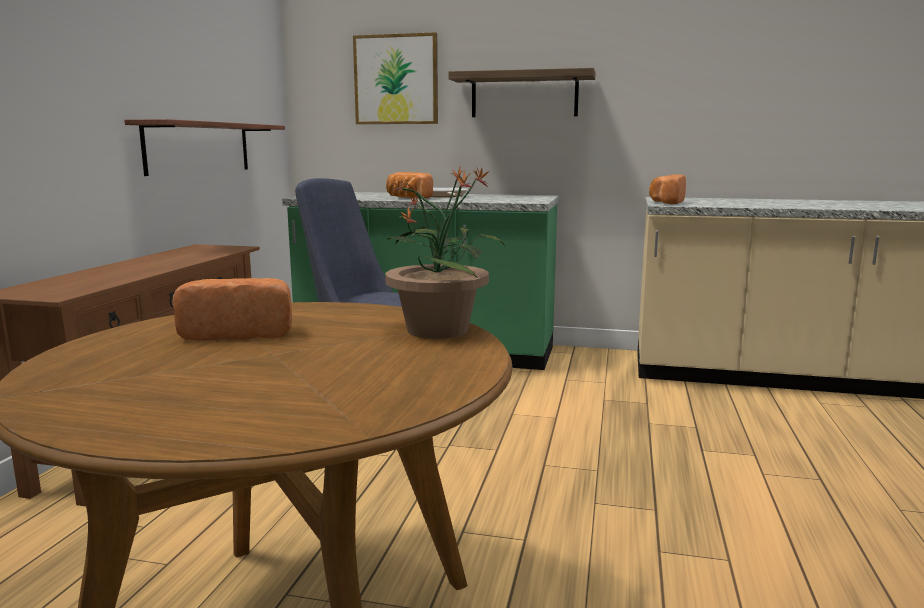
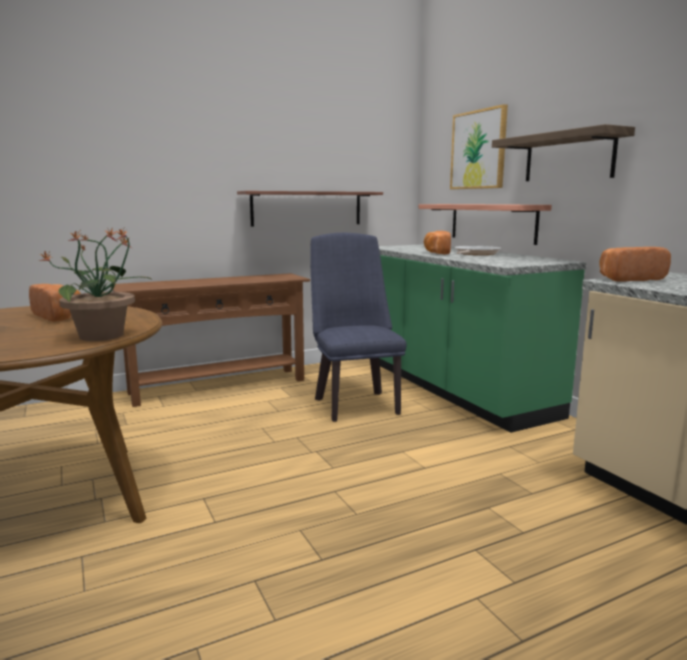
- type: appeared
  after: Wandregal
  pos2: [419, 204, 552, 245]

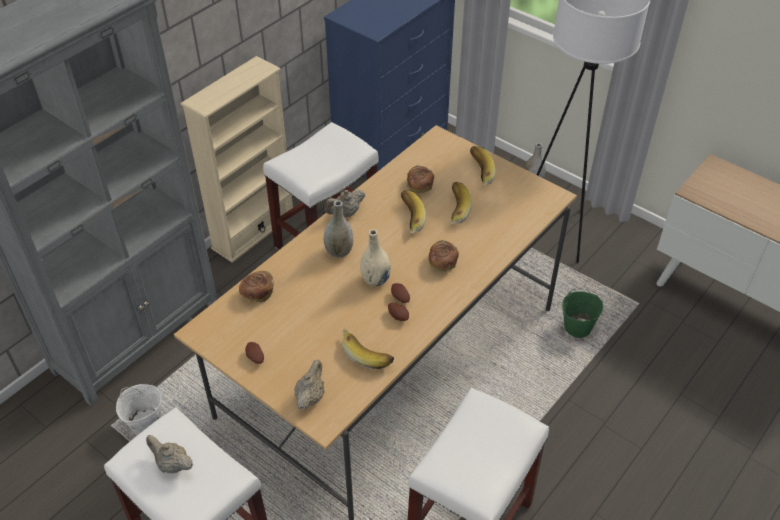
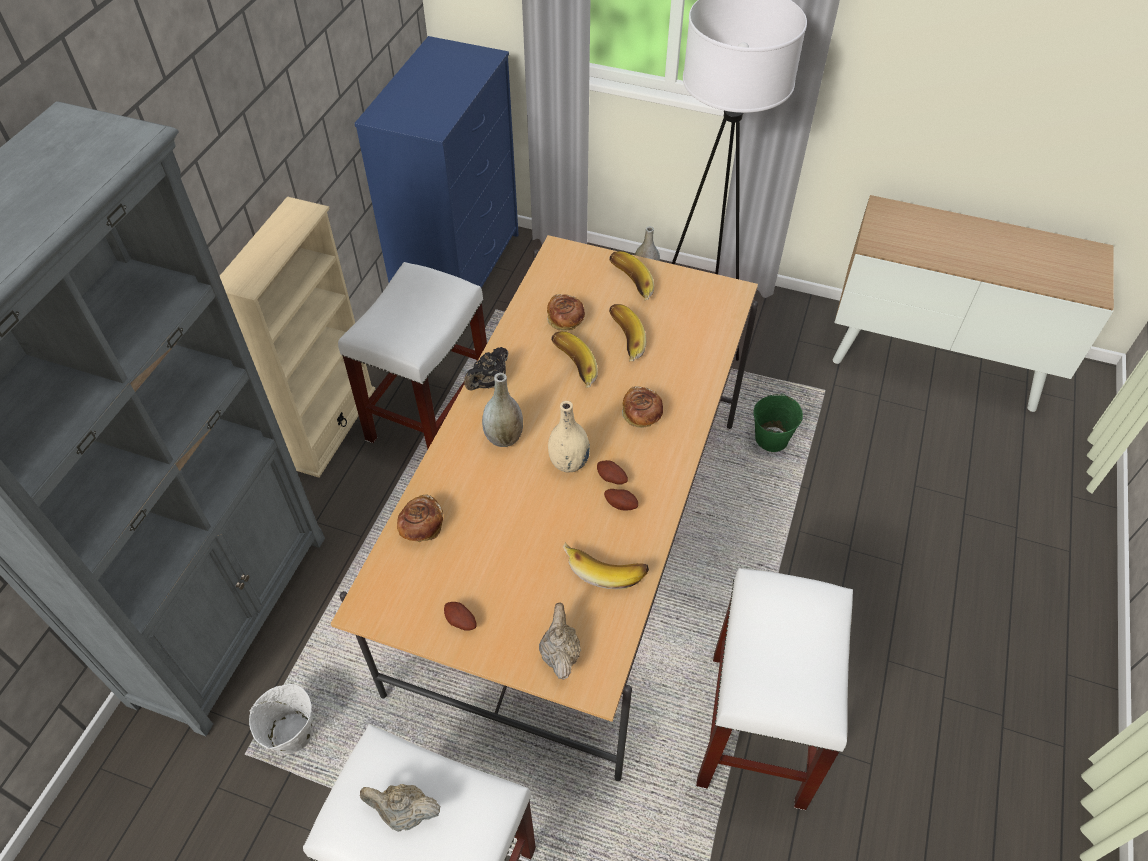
- type: colour
  before: Teekanne [beige]
  after: Teekanne [schwarz]
  pos1: [325, 190, 365, 217]
  pos2: [464, 347, 509, 391]

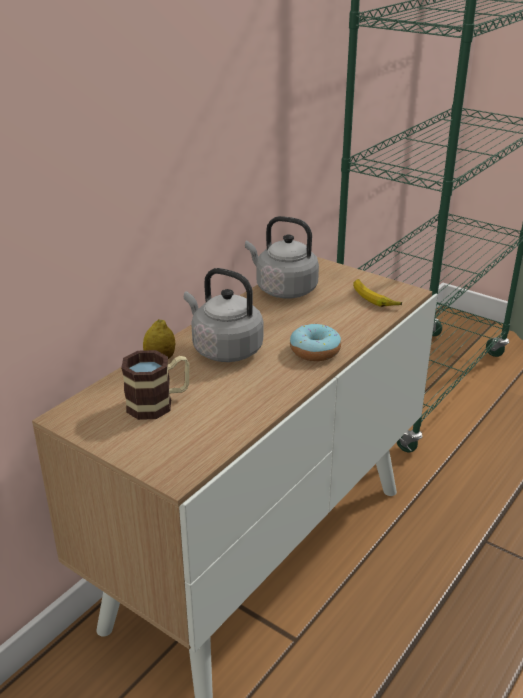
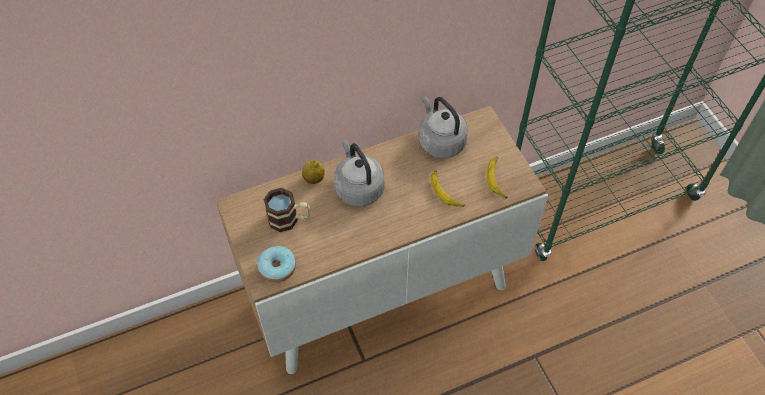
- type: relocated
  before: Donut
  pos1: [290, 324, 341, 361]
  pos2: [257, 246, 296, 282]
- type: appeared
  after: Banane
  pos2: [431, 170, 465, 207]

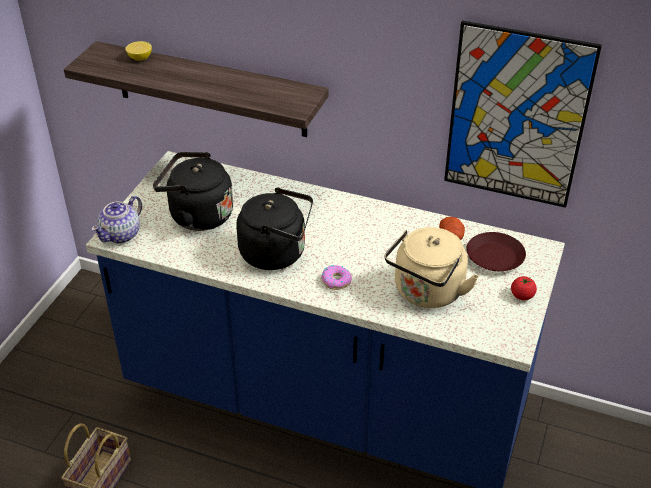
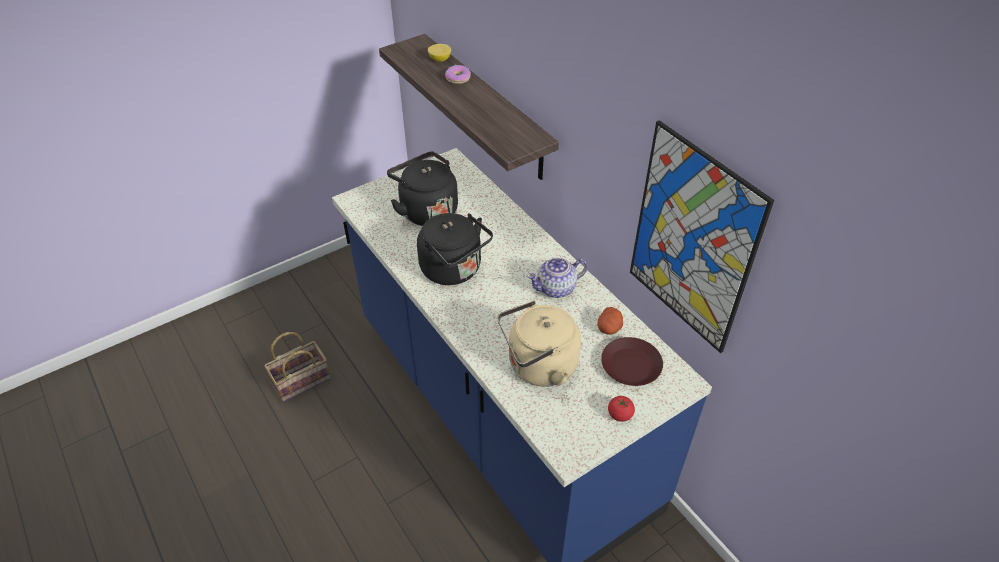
- type: relocated
  before: Teekanne
  pos1: [91, 196, 142, 243]
  pos2: [527, 257, 587, 298]
- type: relocated
  before: Donut
  pos1: [321, 265, 352, 290]
  pos2: [445, 65, 471, 84]

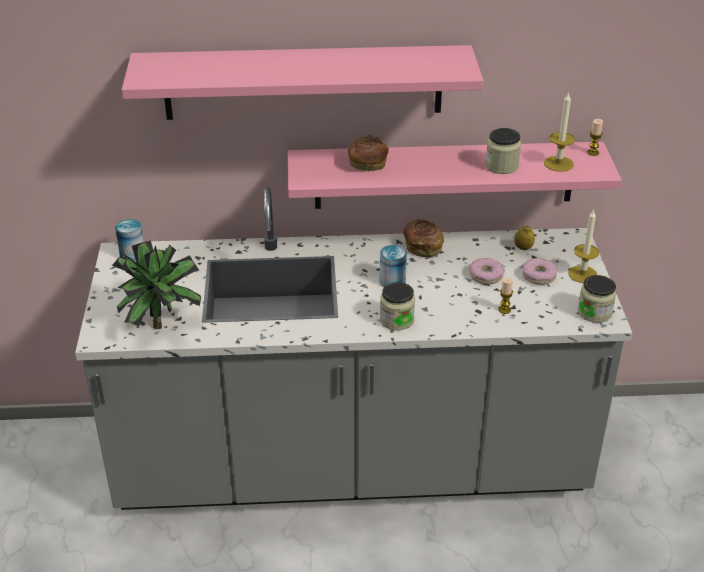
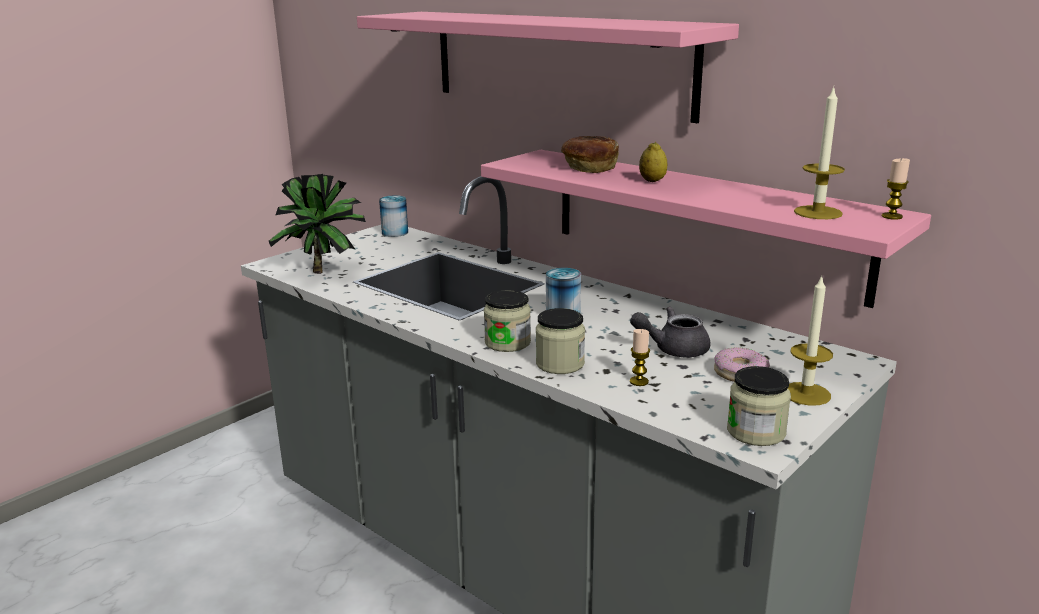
- type: missing
  before: Brot
  pos1: [403, 219, 444, 257]
- type: exchanged
  before: Donut
  after: Teekanne [grau]
  pos1: [469, 258, 505, 284]
  pos2: [630, 307, 710, 357]
- type: relocated
  before: Vorratsglas
  pos1: [485, 128, 521, 174]
  pos2: [536, 308, 585, 374]
- type: relocated
  before: Zitrone
  pos1: [514, 226, 535, 250]
  pos2: [639, 142, 667, 182]

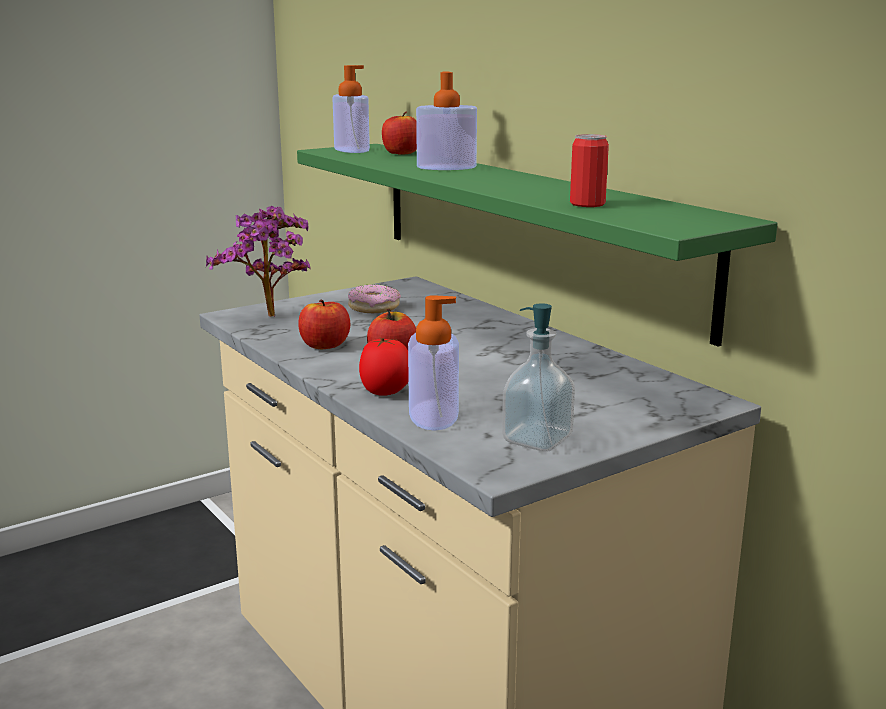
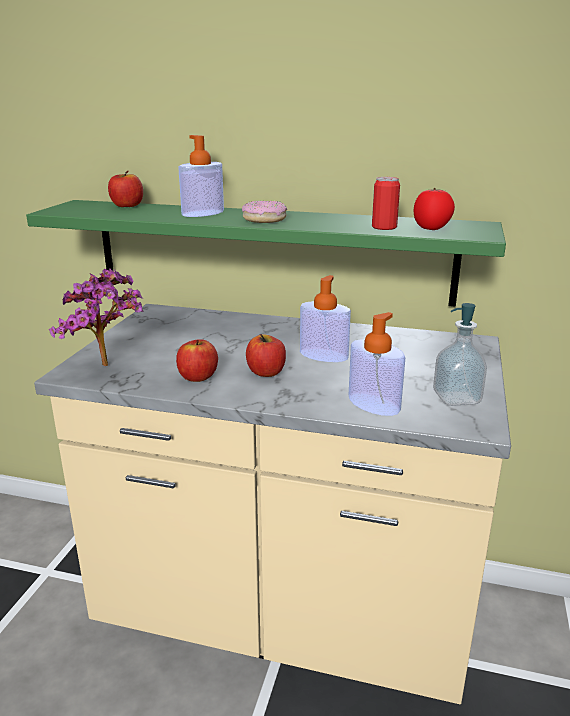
- type: relocated
  before: Seifenspender
  pos1: [332, 65, 370, 153]
  pos2: [300, 275, 351, 362]
- type: relocated
  before: Donut
  pos1: [348, 284, 401, 313]
  pos2: [242, 201, 287, 223]
- type: relocated
  before: Tomate
  pos1: [359, 337, 409, 396]
  pos2: [414, 188, 455, 230]

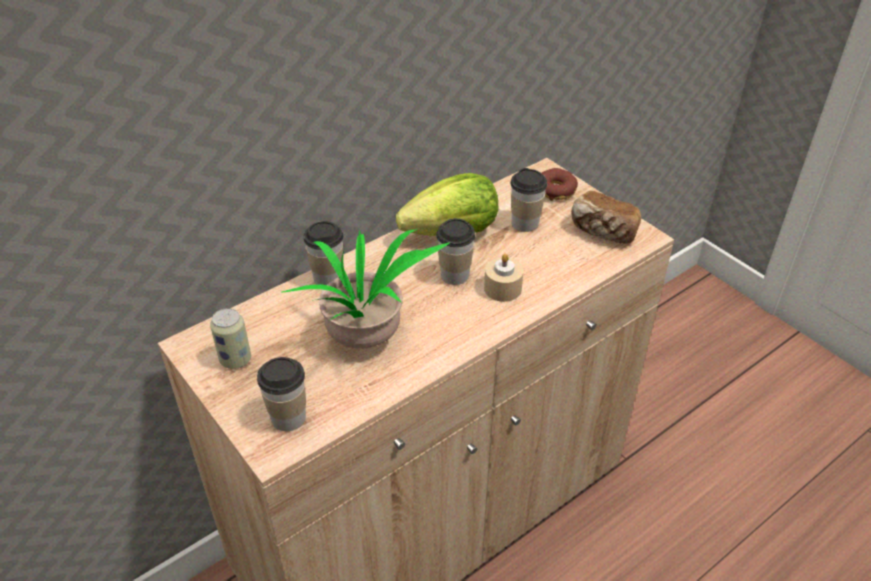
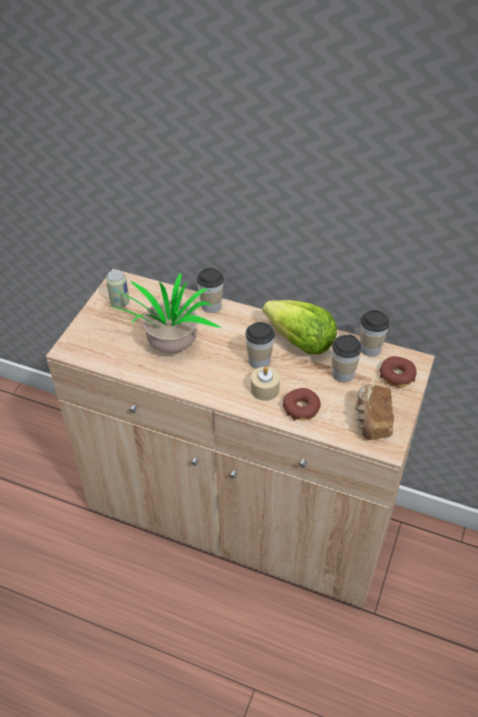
- type: relocated
  before: Tasse
  pos1: [257, 357, 306, 431]
  pos2: [360, 310, 390, 357]
- type: appeared
  after: Donut
  pos2: [283, 388, 321, 421]

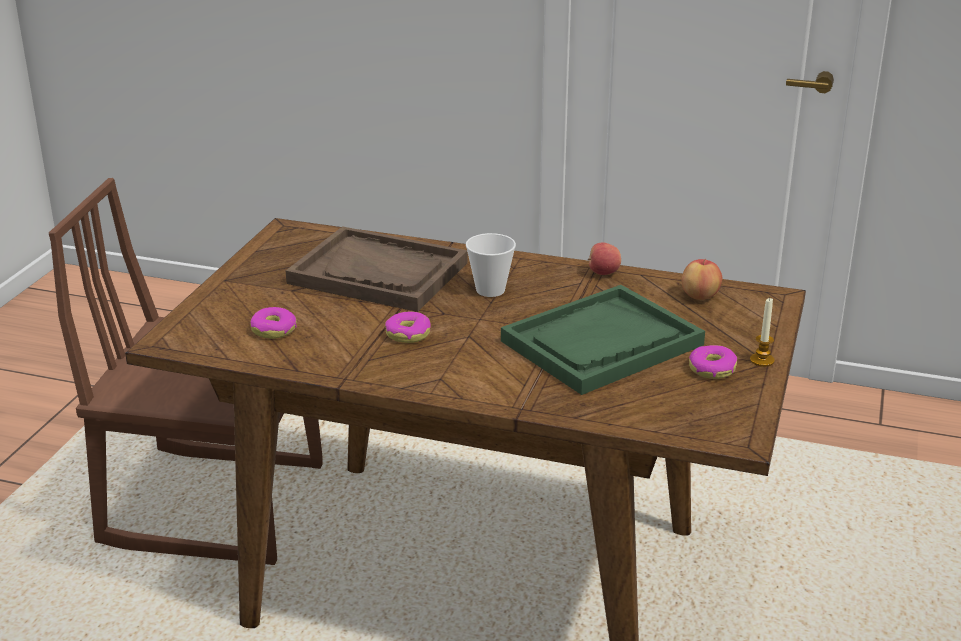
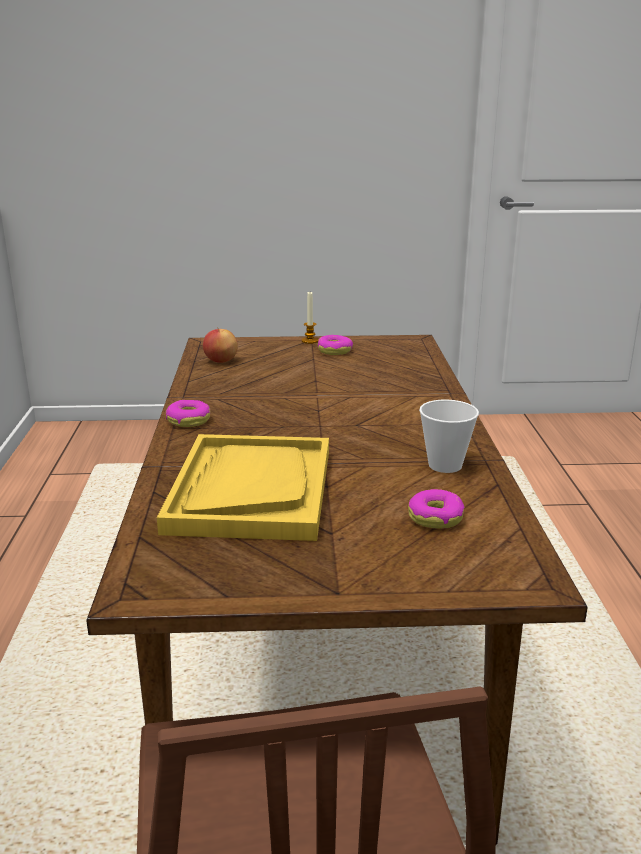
- type: colour
  before: Tablett [braun]
  after: Tablett [gelb]
  pos1: [286, 226, 467, 312]
  pos2: [157, 434, 329, 541]
- type: relocated
  before: Donut
  pos1: [385, 311, 431, 343]
  pos2: [166, 400, 211, 427]
- type: relocated
  before: Tasse
  pos1: [466, 233, 516, 297]
  pos2: [419, 400, 479, 473]
- type: missing
  before: Tablett [grün]
  pos1: [501, 285, 705, 395]
- type: missing
  before: Apfel
  pos1: [588, 243, 621, 275]

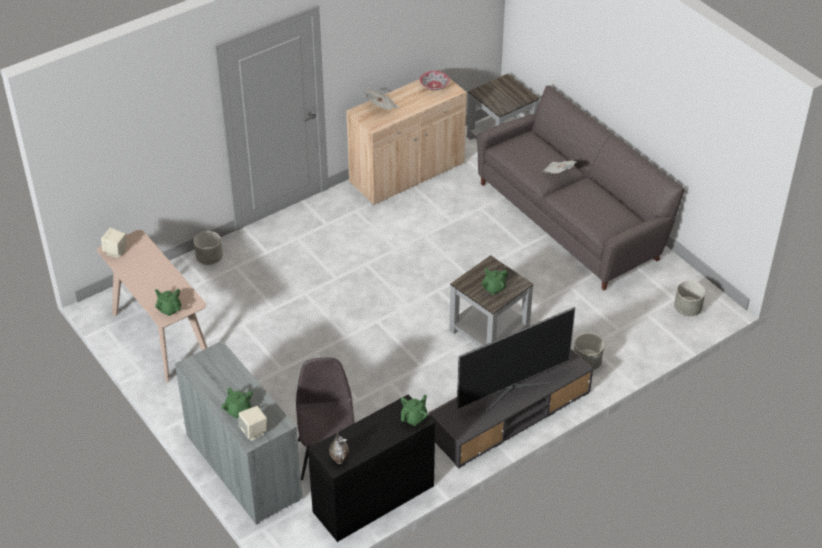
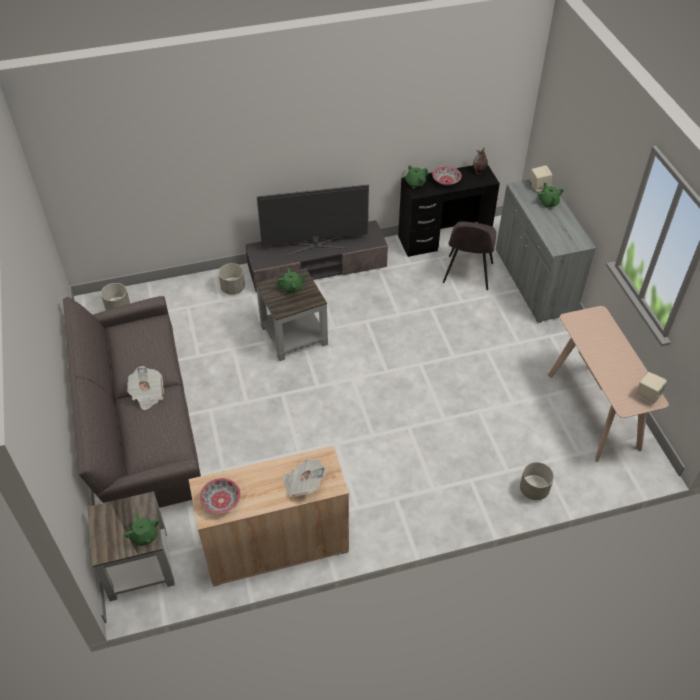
- type: relocated
  before: Teekanne [grün]
  pos1: [155, 289, 181, 316]
  pos2: [124, 513, 159, 546]
- type: appeared
  after: Schüssel
  pos2: [432, 166, 461, 185]

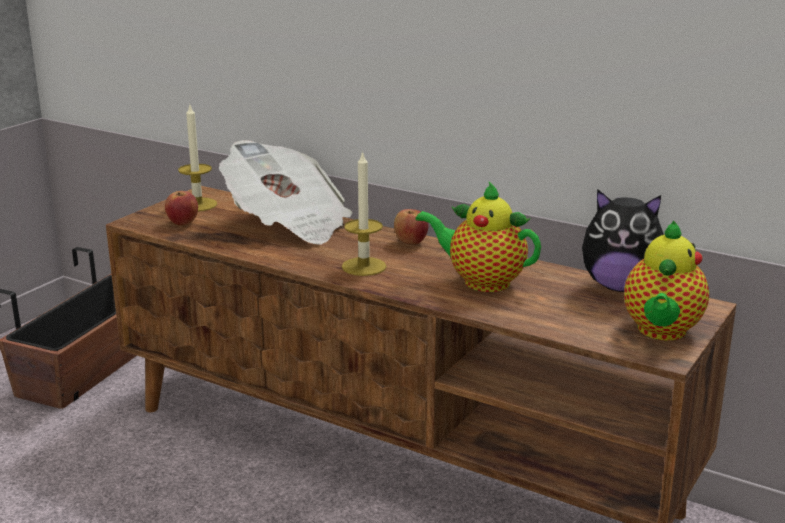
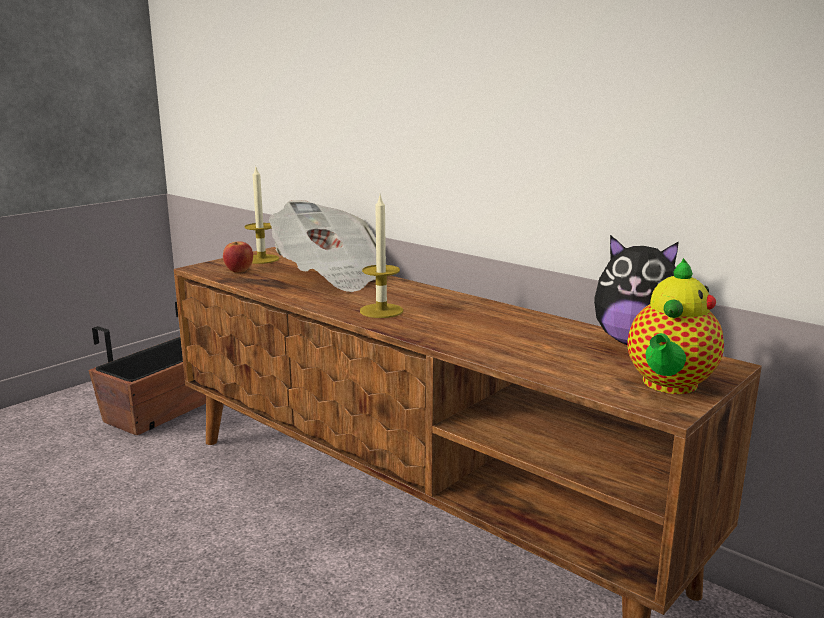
- type: missing
  before: Apfel
  pos1: [394, 209, 428, 244]
- type: missing
  before: Teekanne
  pos1: [415, 182, 541, 292]

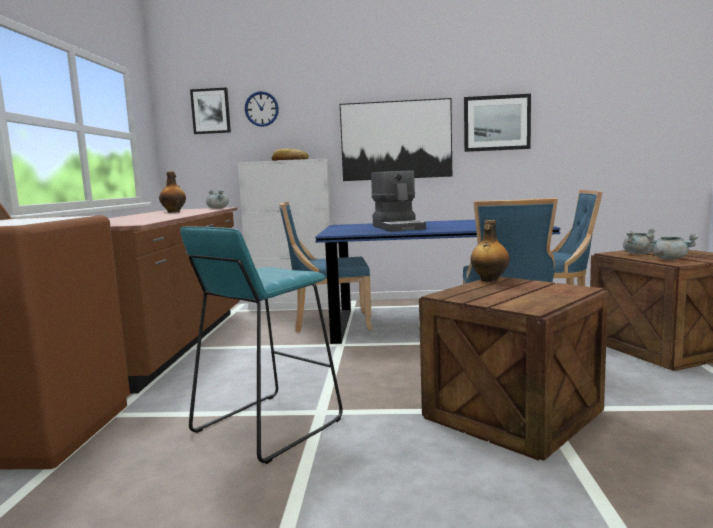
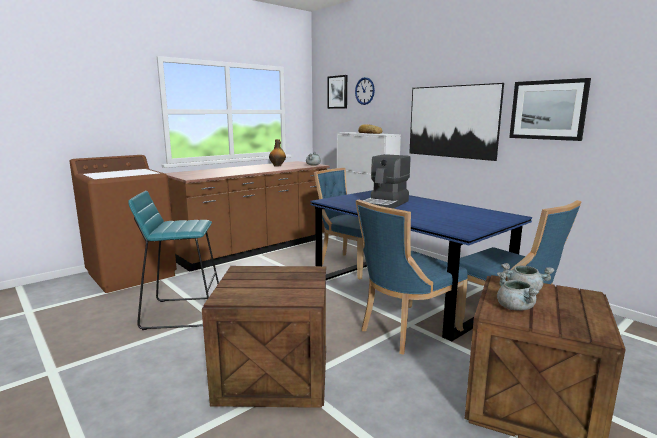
- type: missing
  before: Flasche
  pos1: [471, 220, 509, 282]

